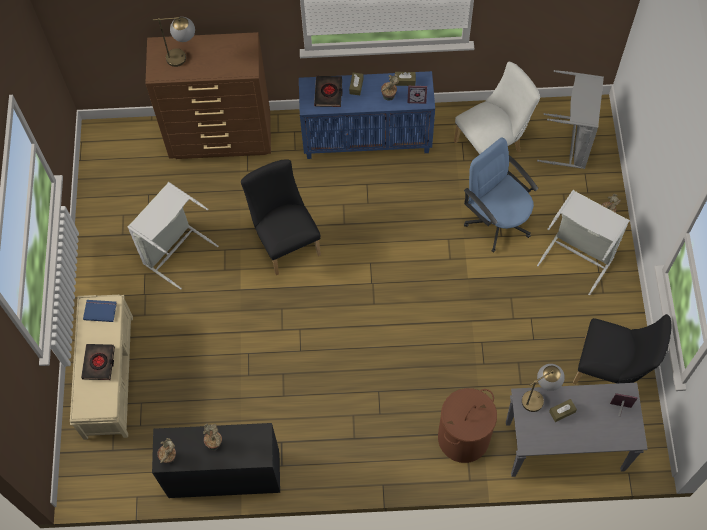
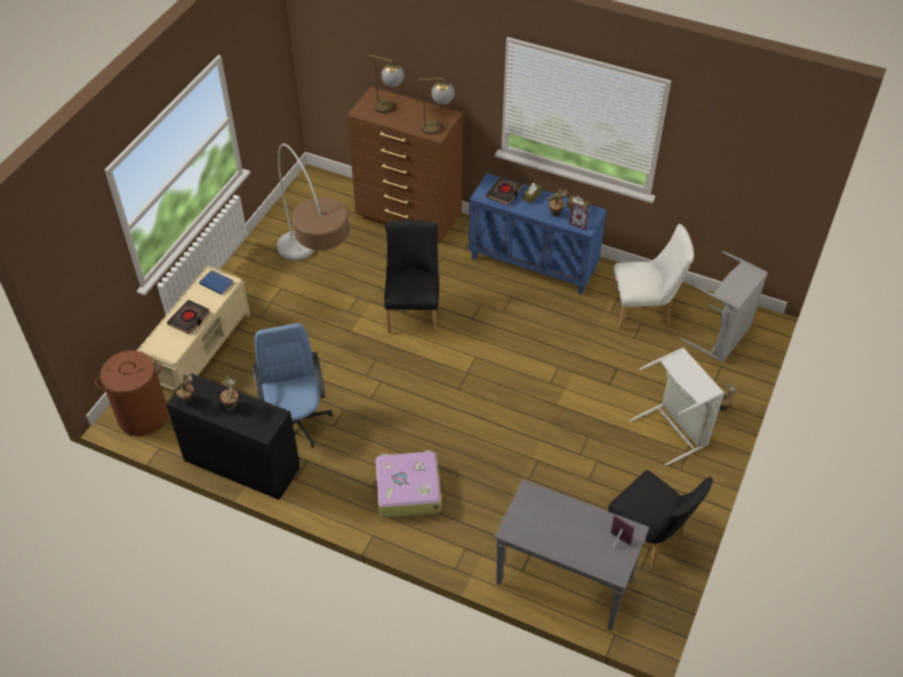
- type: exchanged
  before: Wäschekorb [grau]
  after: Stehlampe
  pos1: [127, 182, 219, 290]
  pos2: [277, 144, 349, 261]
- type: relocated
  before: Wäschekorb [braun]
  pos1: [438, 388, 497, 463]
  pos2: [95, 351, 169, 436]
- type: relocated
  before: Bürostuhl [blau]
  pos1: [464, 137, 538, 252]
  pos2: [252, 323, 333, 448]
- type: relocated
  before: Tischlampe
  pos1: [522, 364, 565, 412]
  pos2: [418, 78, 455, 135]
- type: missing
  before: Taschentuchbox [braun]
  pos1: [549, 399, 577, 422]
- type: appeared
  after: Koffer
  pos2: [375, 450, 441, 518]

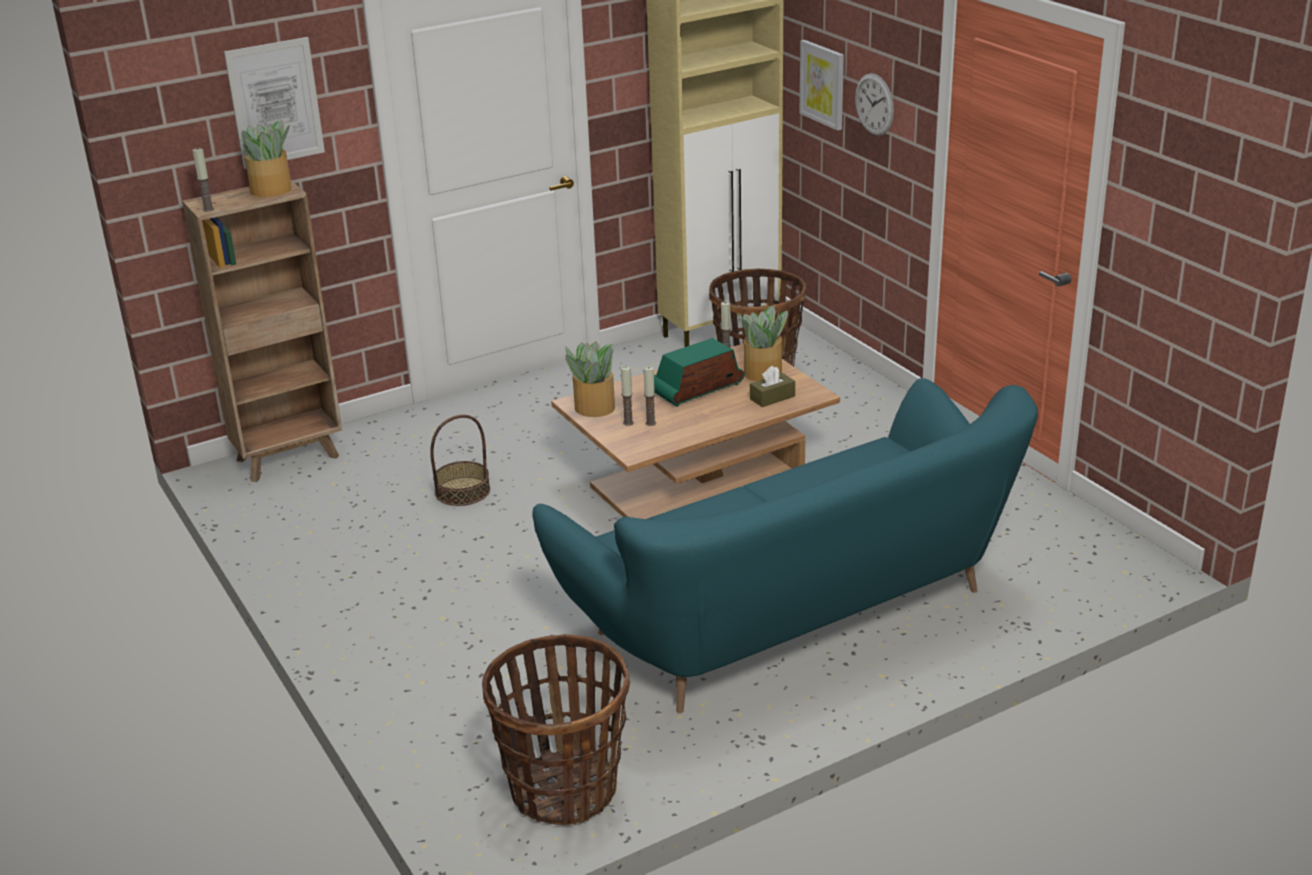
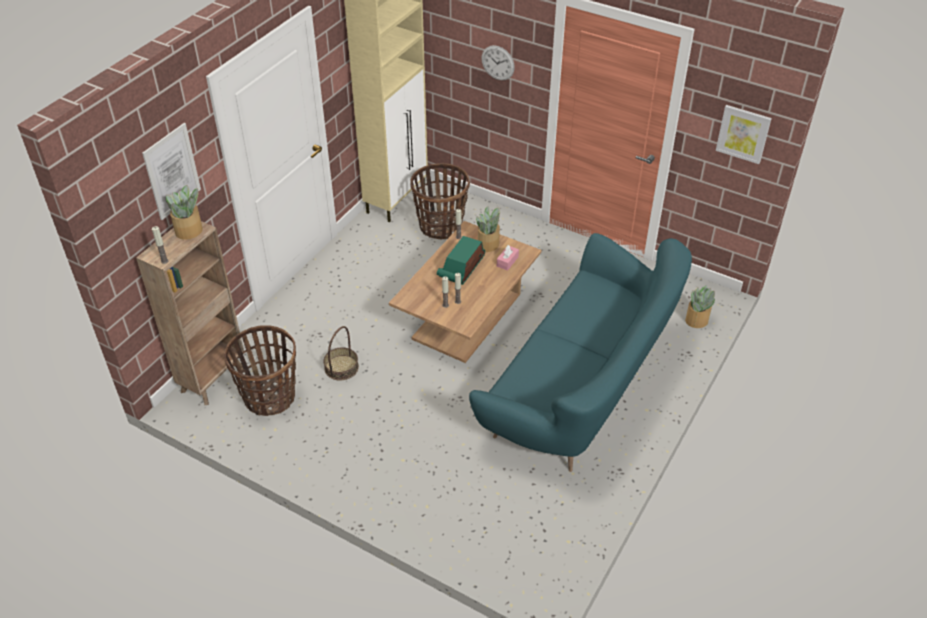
- type: relocated
  before: Korb
  pos1: [482, 634, 630, 825]
  pos2: [224, 325, 296, 416]
- type: relocated
  before: Topfpflanze
  pos1: [565, 341, 615, 417]
  pos2: [685, 286, 715, 328]
- type: colour
  before: Taschentuchbox [braun]
  after: Taschentuchbox [rosa]
  pos1: [750, 366, 795, 407]
  pos2: [497, 245, 519, 271]
- type: relocated
  before: Bild
  pos1: [800, 40, 844, 131]
  pos2: [716, 105, 772, 164]

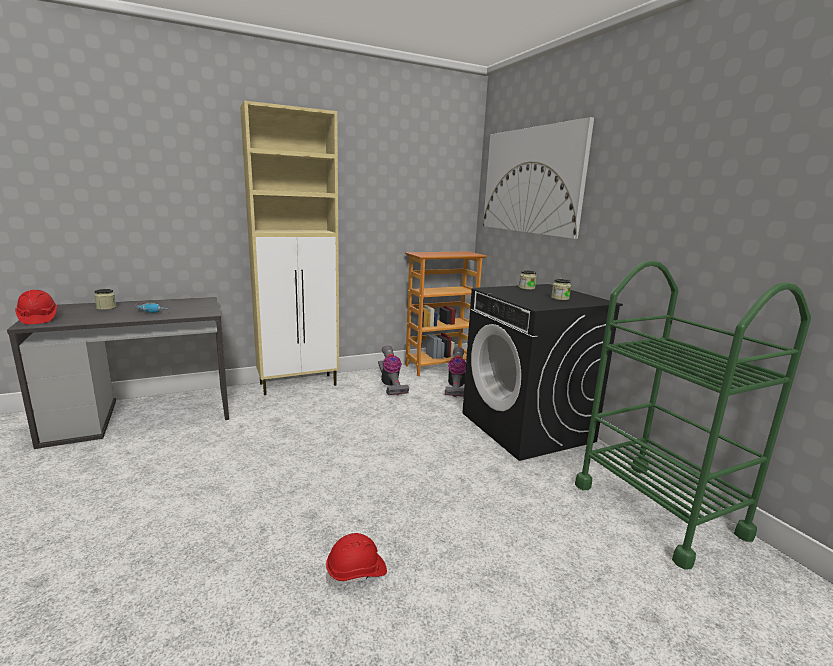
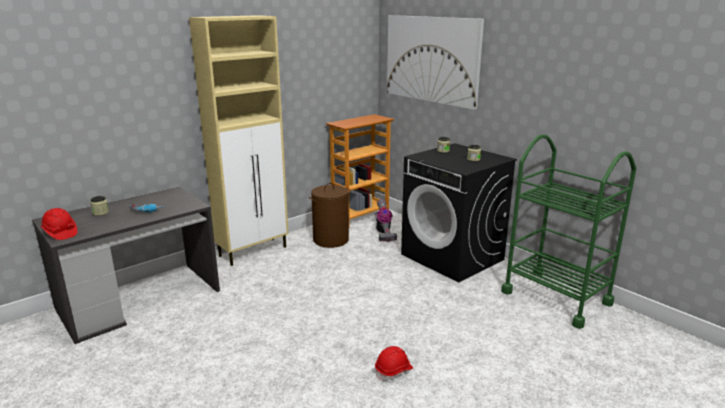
- type: exchanged
  before: Staubsauger
  after: Wäschekorb [braun]
  pos1: [378, 345, 409, 396]
  pos2: [309, 183, 350, 248]

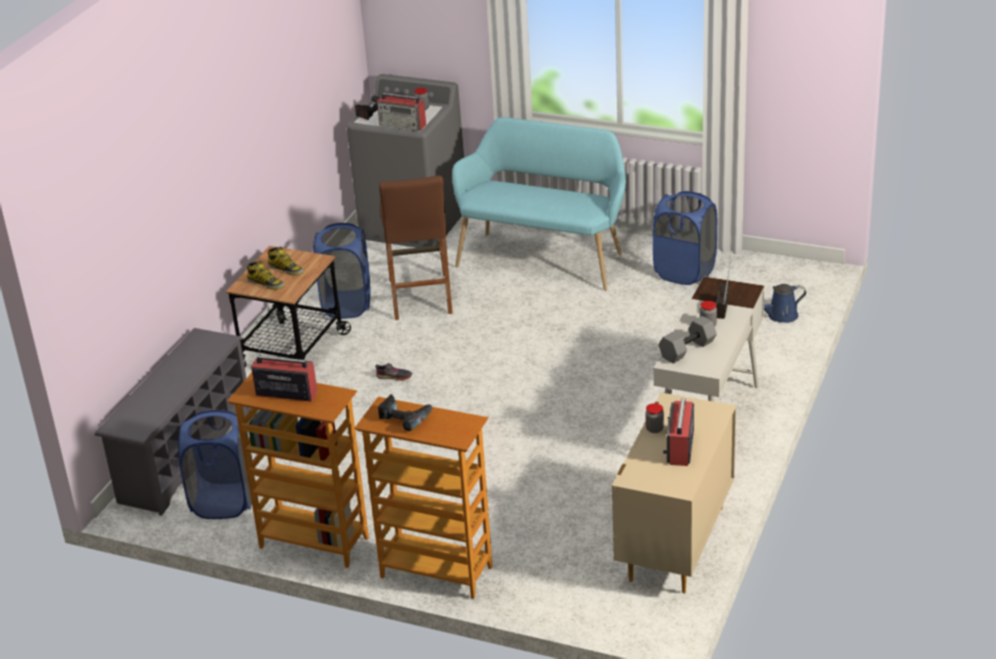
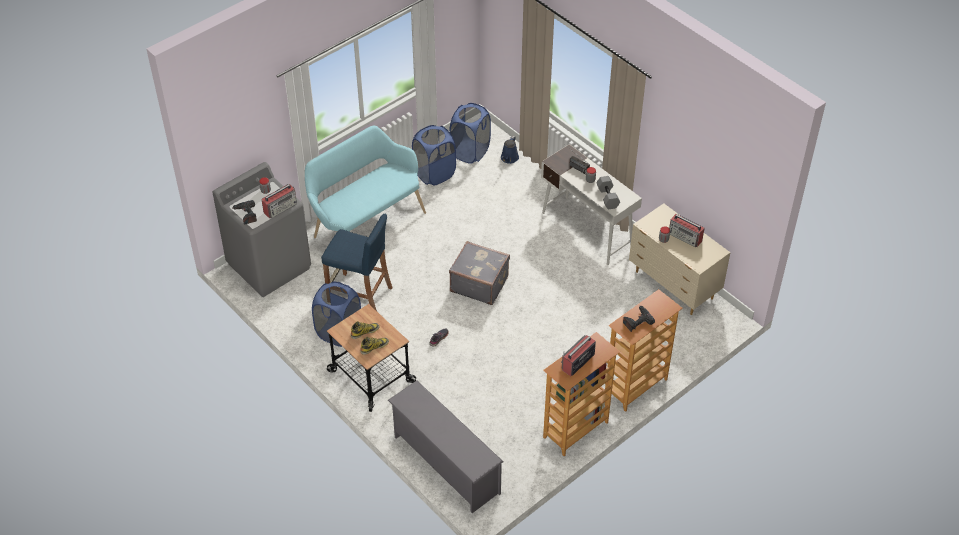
- type: relocated
  before: Wäschekorb [blau]
  pos1: [178, 410, 252, 519]
  pos2: [449, 103, 491, 164]
- type: colour
  before: Hocker [braun]
  after: Hocker [blau]
  pos1: [379, 176, 453, 320]
  pos2: [321, 214, 393, 311]
- type: appeared
  after: Koffer [grau]
  pos2: [449, 241, 510, 305]

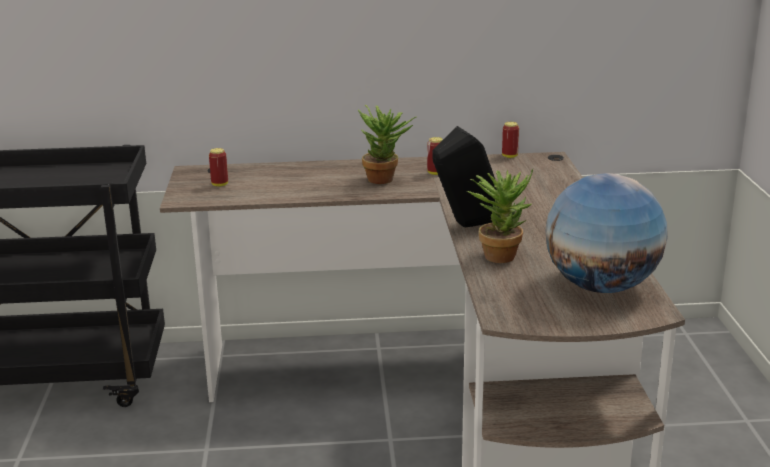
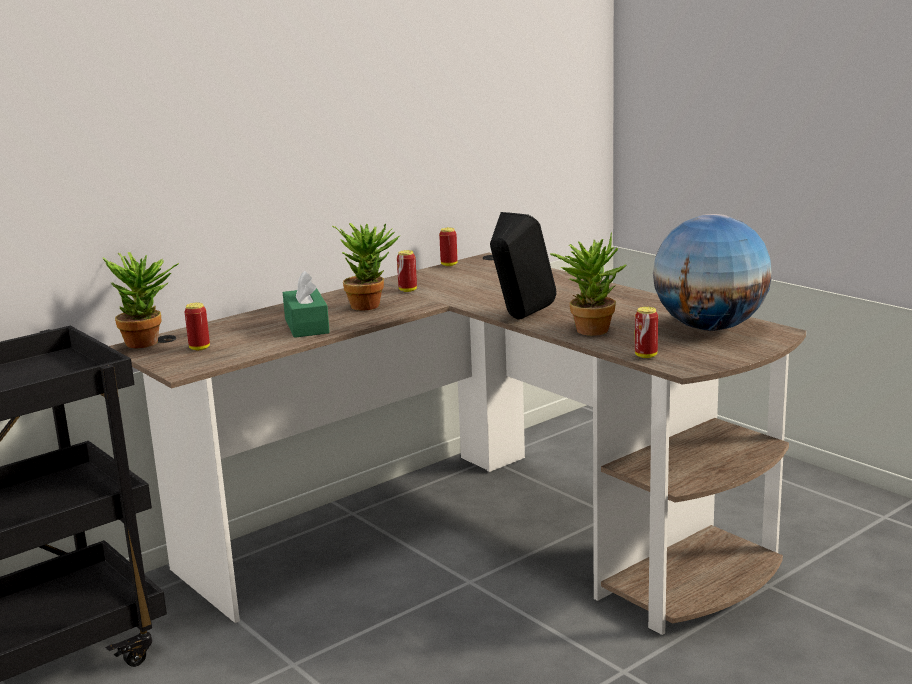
- type: appeared
  after: Topfpflanze
  pos2: [102, 252, 179, 348]
- type: appeared
  after: Taschentuchbox [grün]
  pos2: [283, 271, 330, 338]
- type: appeared
  after: Dose
  pos2: [635, 307, 658, 358]

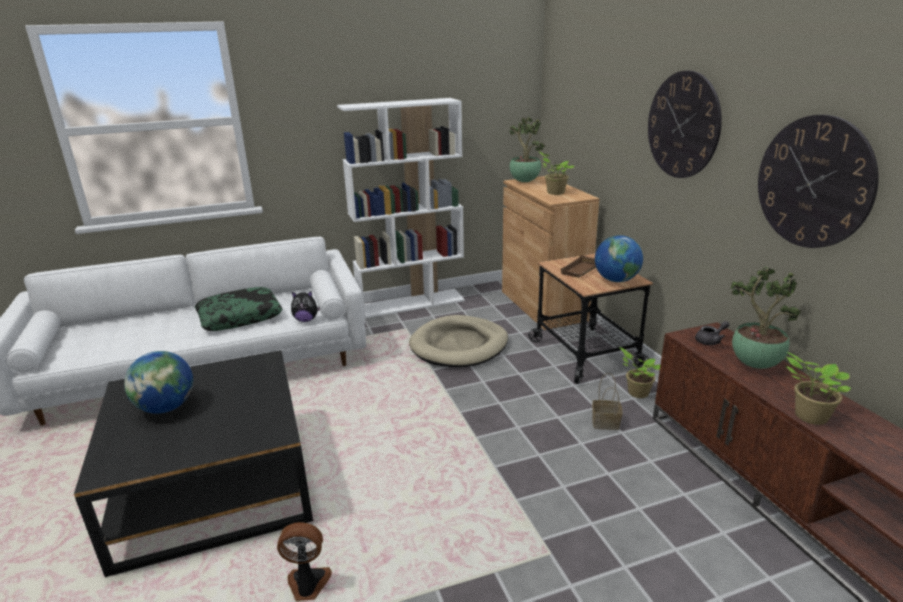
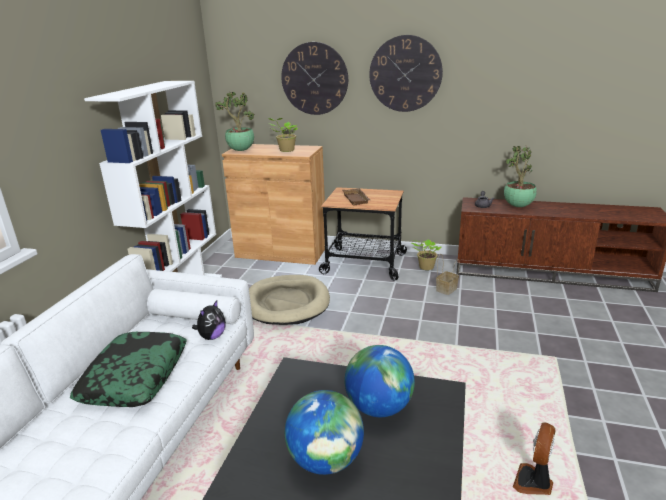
- type: relocated
  before: Globus
  pos1: [595, 235, 643, 282]
  pos2: [344, 345, 415, 417]
- type: relocated
  before: Wanduhr
  pos1: [758, 115, 879, 248]
  pos2: [281, 42, 348, 115]
- type: missing
  before: Topfpflanze
  pos1: [786, 352, 851, 425]

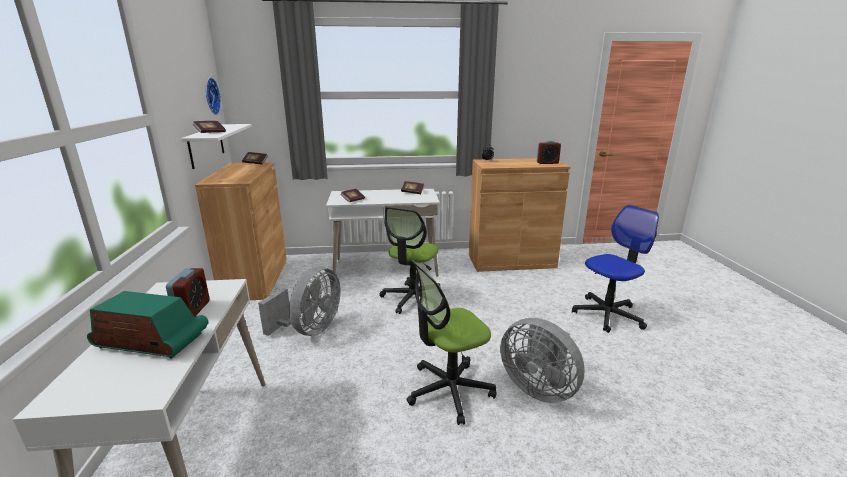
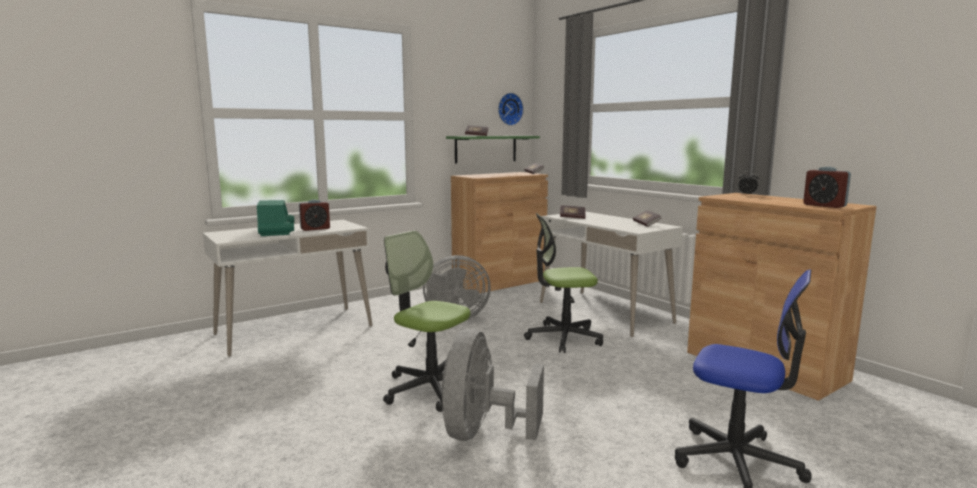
- type: colour
  before: Wandregal [weiß]
  after: Wandregal [grün]
  pos1: [181, 124, 252, 169]
  pos2: [446, 136, 540, 163]

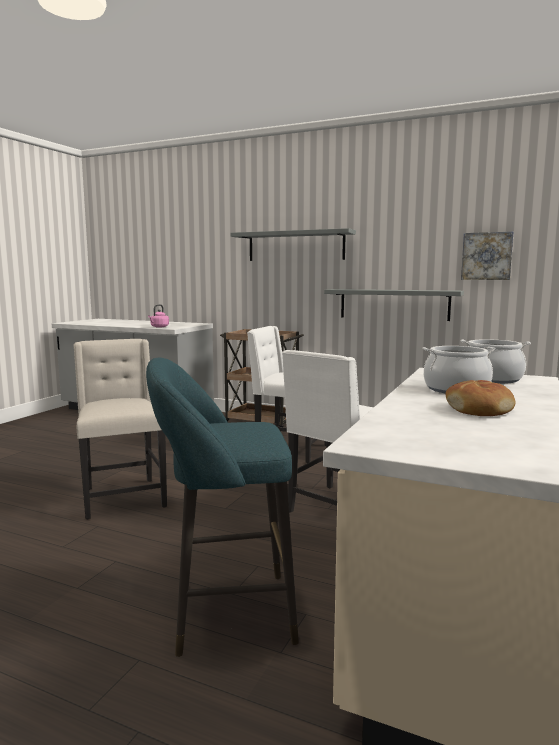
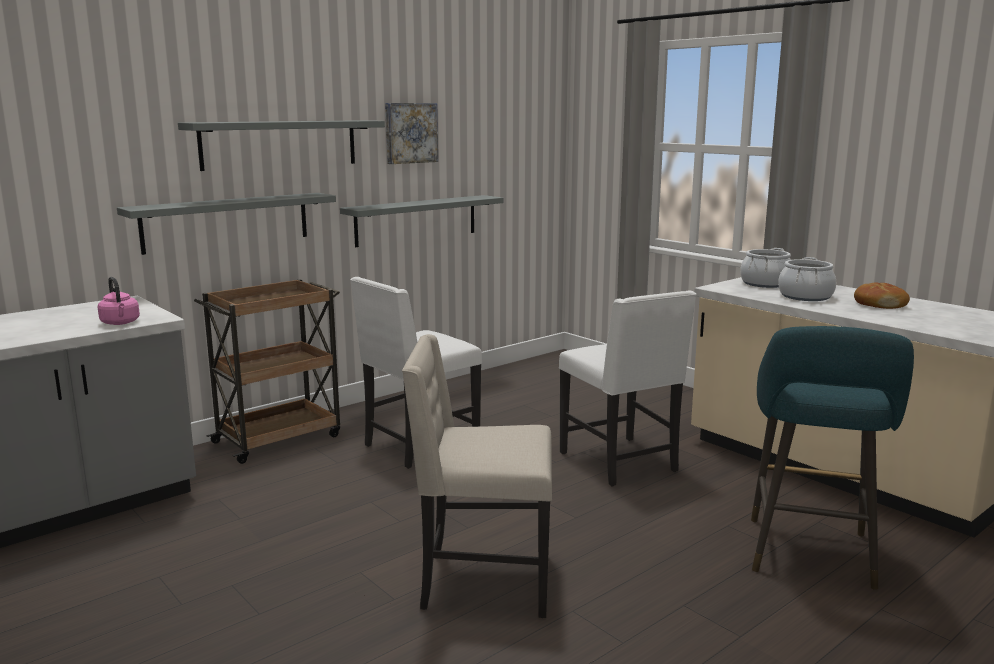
- type: relocated
  before: Bild
  pos1: [461, 232, 514, 280]
  pos2: [385, 103, 438, 164]
- type: appeared
  after: Wandregal [grau]
  pos2: [117, 193, 336, 255]

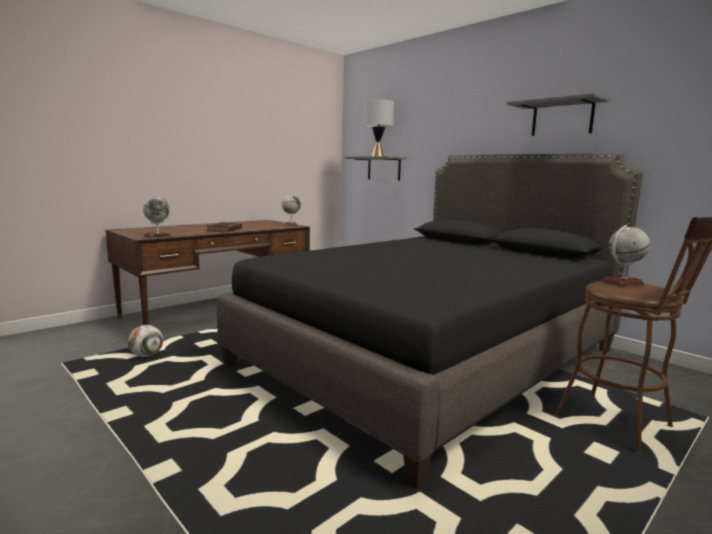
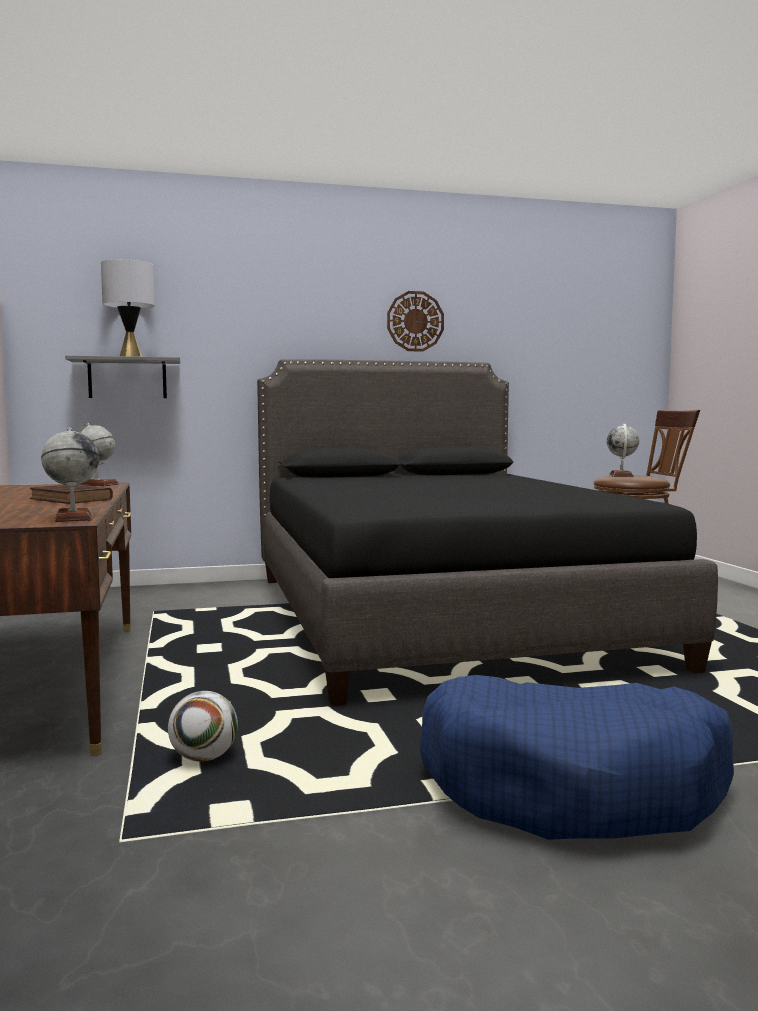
- type: exchanged
  before: Wandregal [grau]
  after: Wanduhr
  pos1: [507, 93, 609, 136]
  pos2: [387, 291, 444, 352]
- type: appeared
  after: Hundebett [blau]
  pos2: [420, 675, 734, 840]

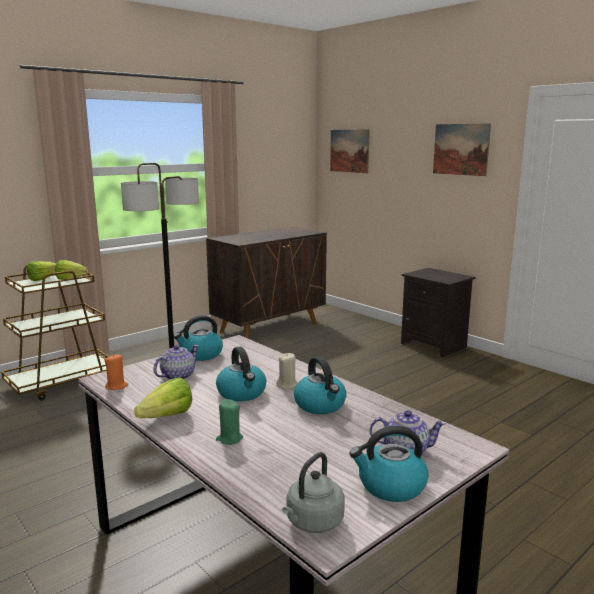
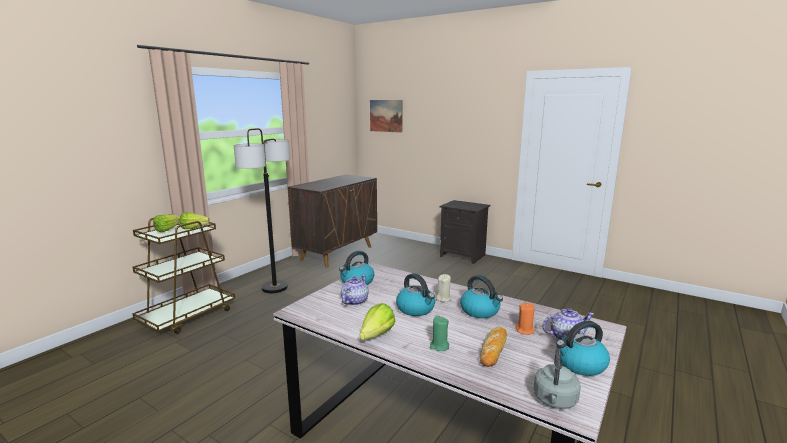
- type: relocated
  before: Kerze [orange]
  pos1: [104, 354, 129, 390]
  pos2: [516, 303, 535, 335]
- type: missing
  before: Bild
  pos1: [433, 123, 491, 176]
- type: appeared
  after: Brot
  pos2: [480, 327, 507, 367]

